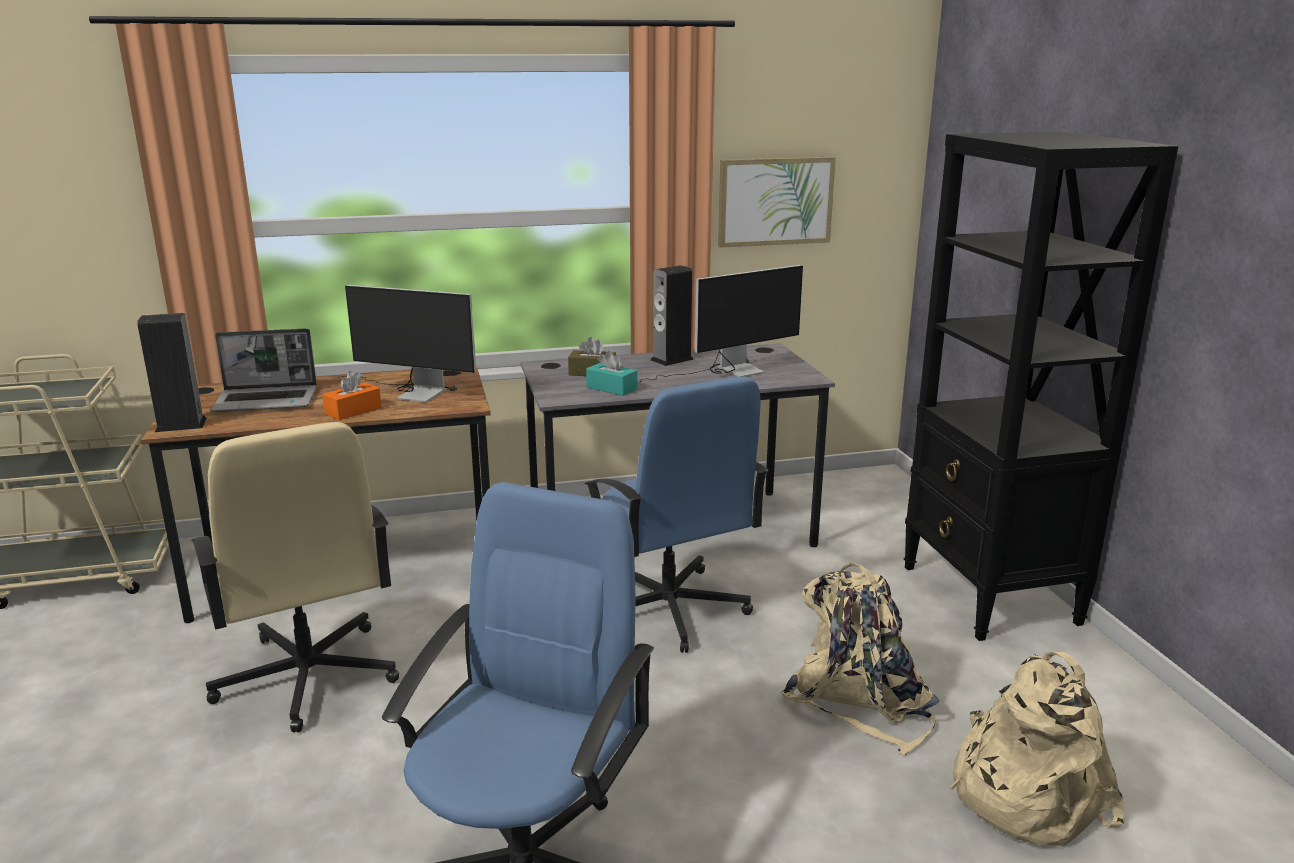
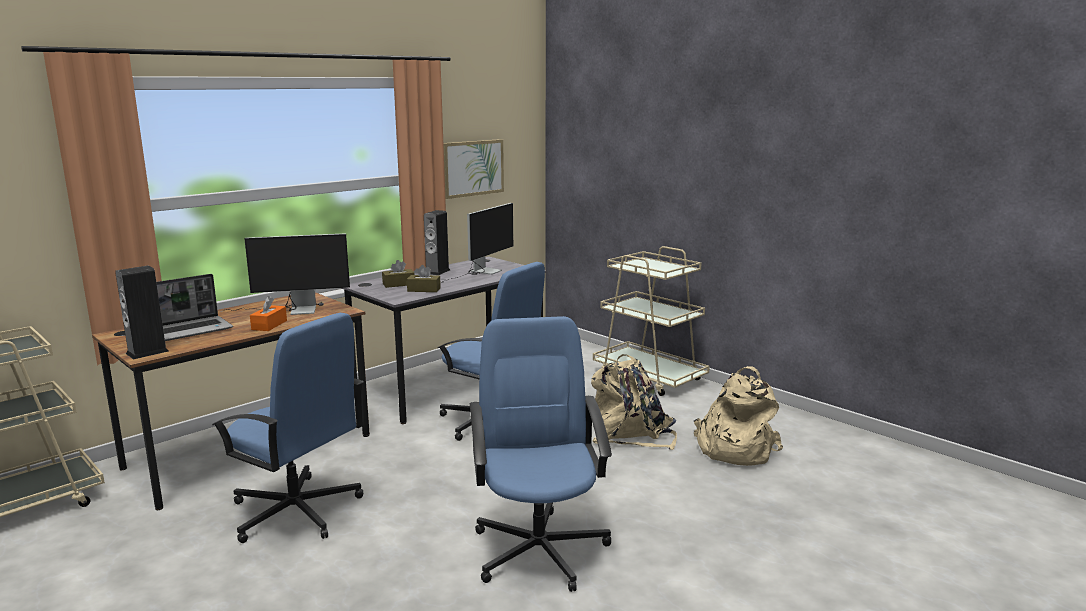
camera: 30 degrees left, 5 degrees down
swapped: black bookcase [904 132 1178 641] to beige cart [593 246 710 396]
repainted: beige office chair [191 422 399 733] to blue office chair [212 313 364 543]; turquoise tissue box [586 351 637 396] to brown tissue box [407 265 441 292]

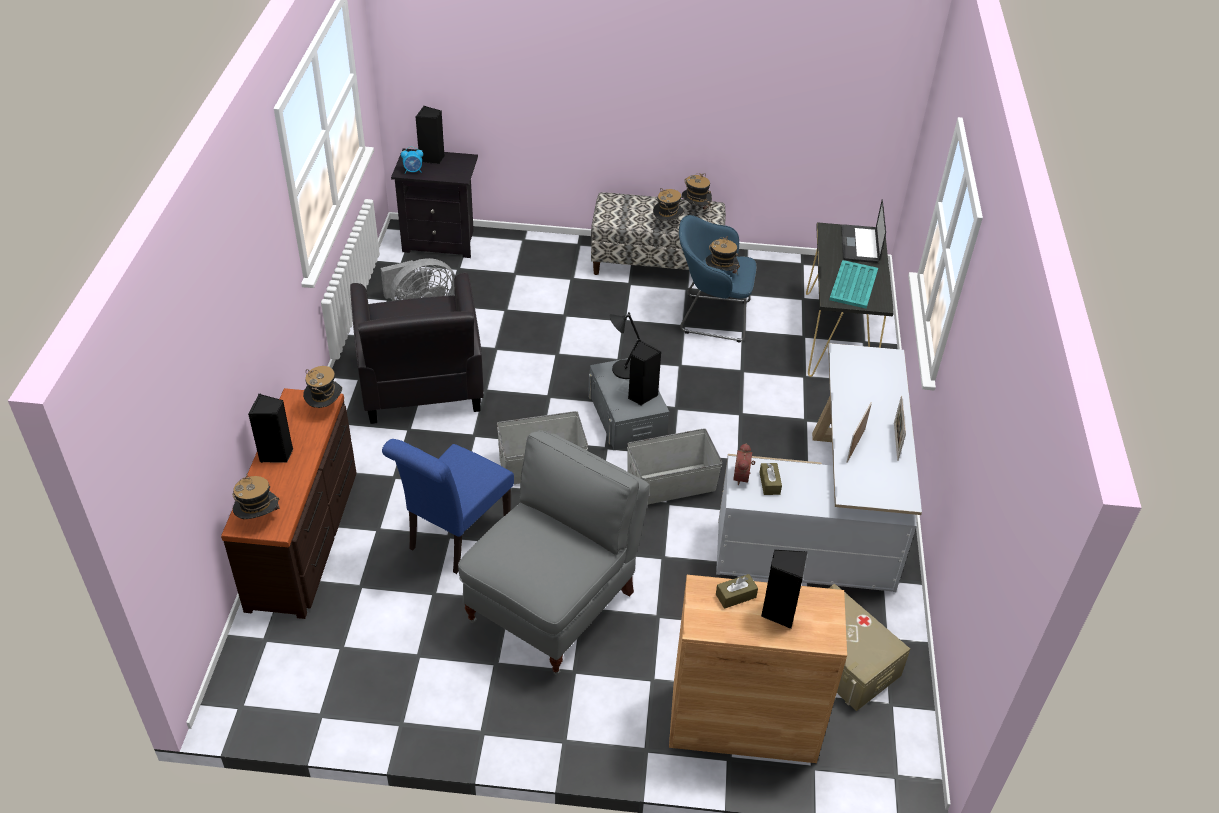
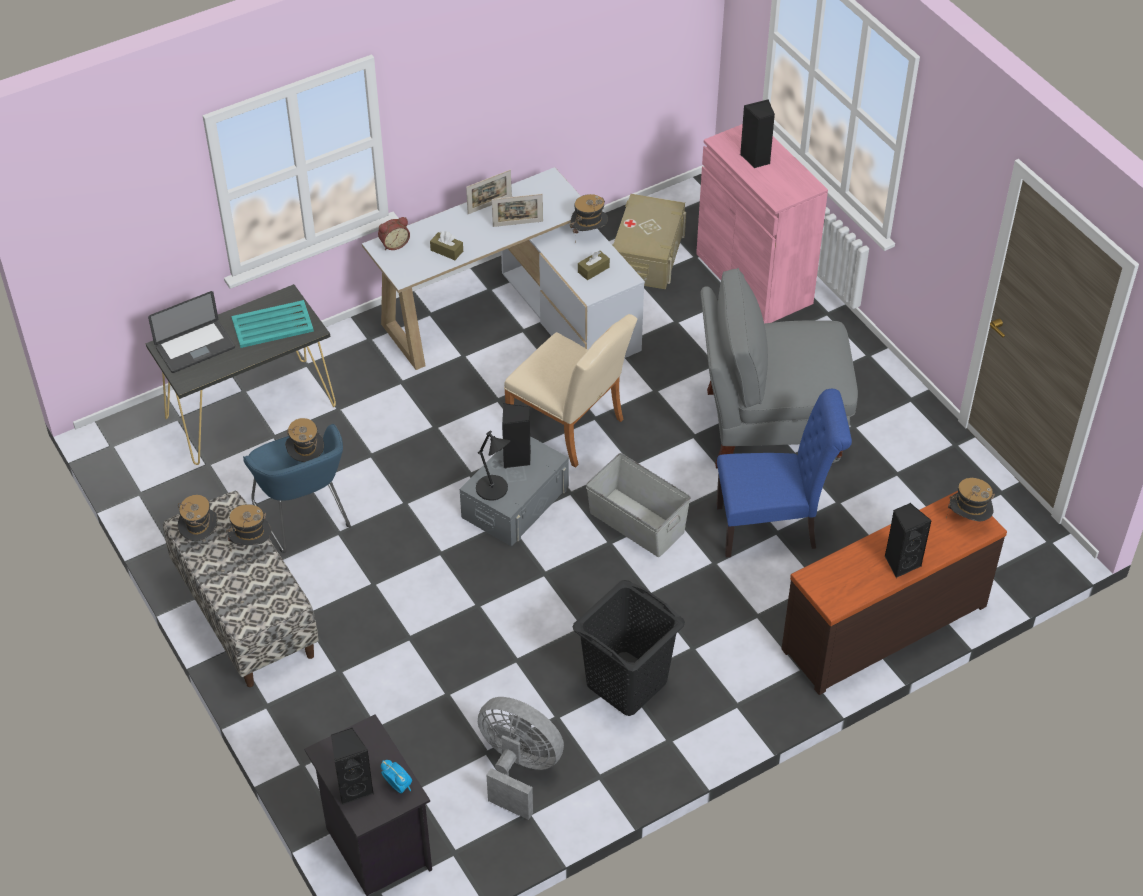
camera: 125 degrees left, 5 degrees up
shifted: alarm clock [733 443 755 486] to [378 217 410 250]; brown tissue box [716 574 758 609] to [430 231 463 260]; hat [303 366 342 408] to [570 194 608 243]
swapped: grey storage box [627 428 722 505] to beige chair [504 314 637 468]; black armchair [350 272 484 424] to black laundry basket [572 580 685 716]
repainted: brown cabinet [669 575 847 763] to pink cabinet [696 124 828 323]

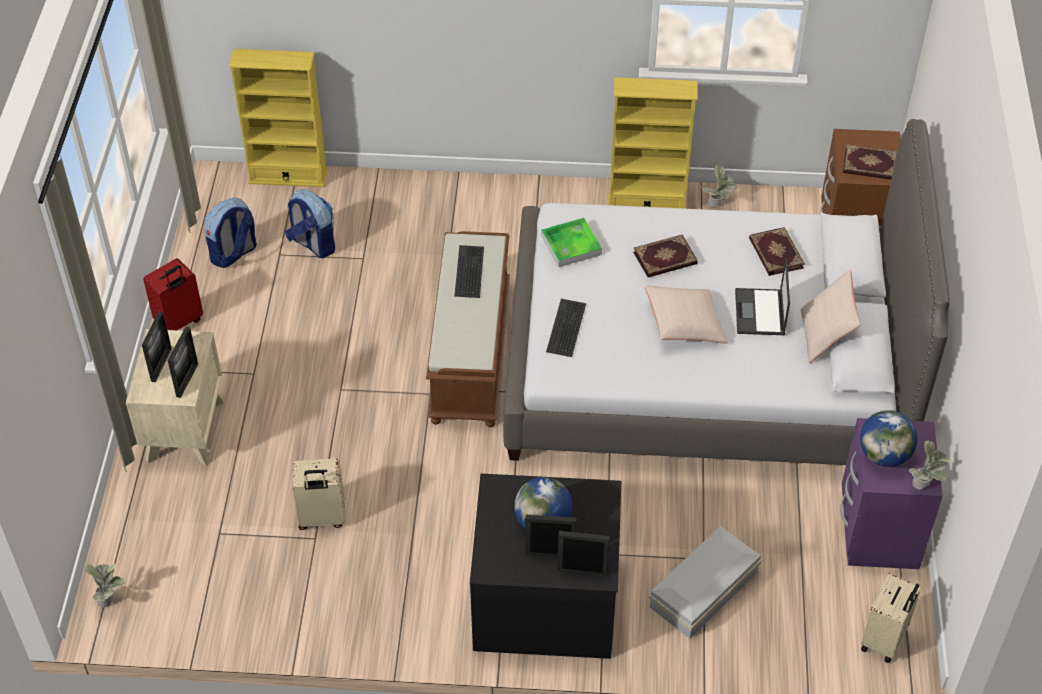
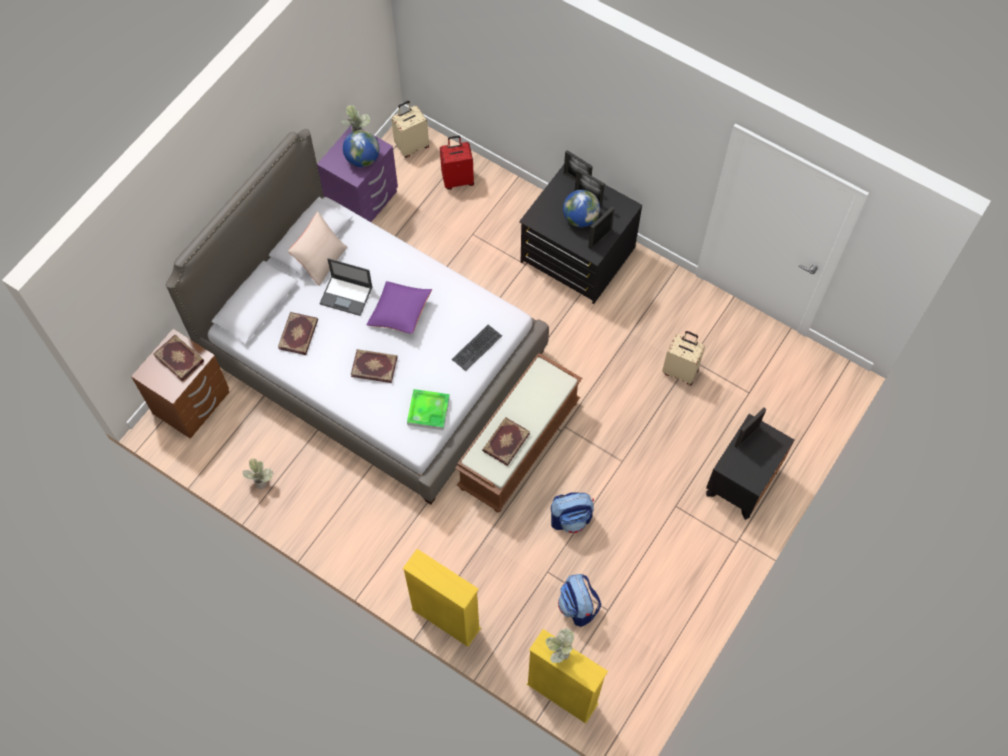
camera: 150 degrees left, 15 degrees up
gone: white storage box [649 526 761 639]
shifted: yellow bookcase [608 77 698 209] to [403 549 481 647]; red suitcase [143 258 203 330] to [440 135 474 190]; potted plant [84 563 125 608] to [546 628 574 663]; backpack [205 197 257 268] to [551 493 594 533]; picture frame [142 311 172 382] to [588 207 615 249]
swapped: keyboard [455 245 484 298] to book [482 417 530 466]
repainted: beige pillow [645 286 728 343] to purple pillow [367 281 432 334]; beige nightstand [126 329 224 466] to black nightstand [706 414 794 520]
rotated: laptop [735 258 790 335] = [319 258 372 316] 75 degrees clockwise

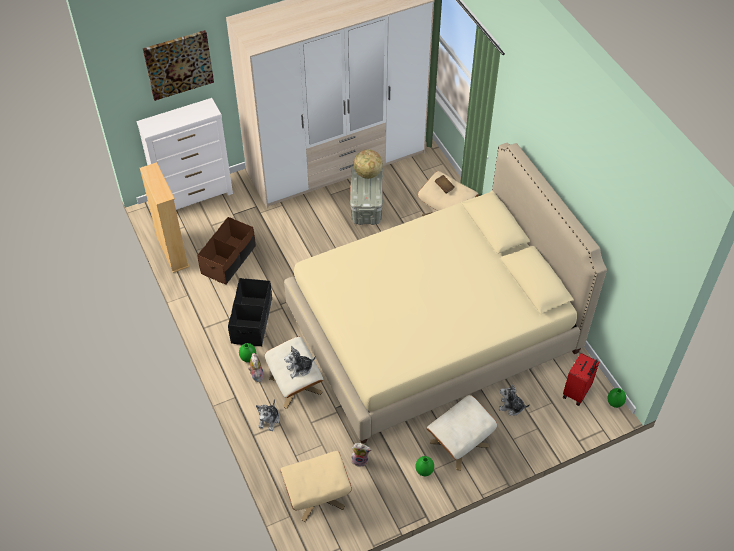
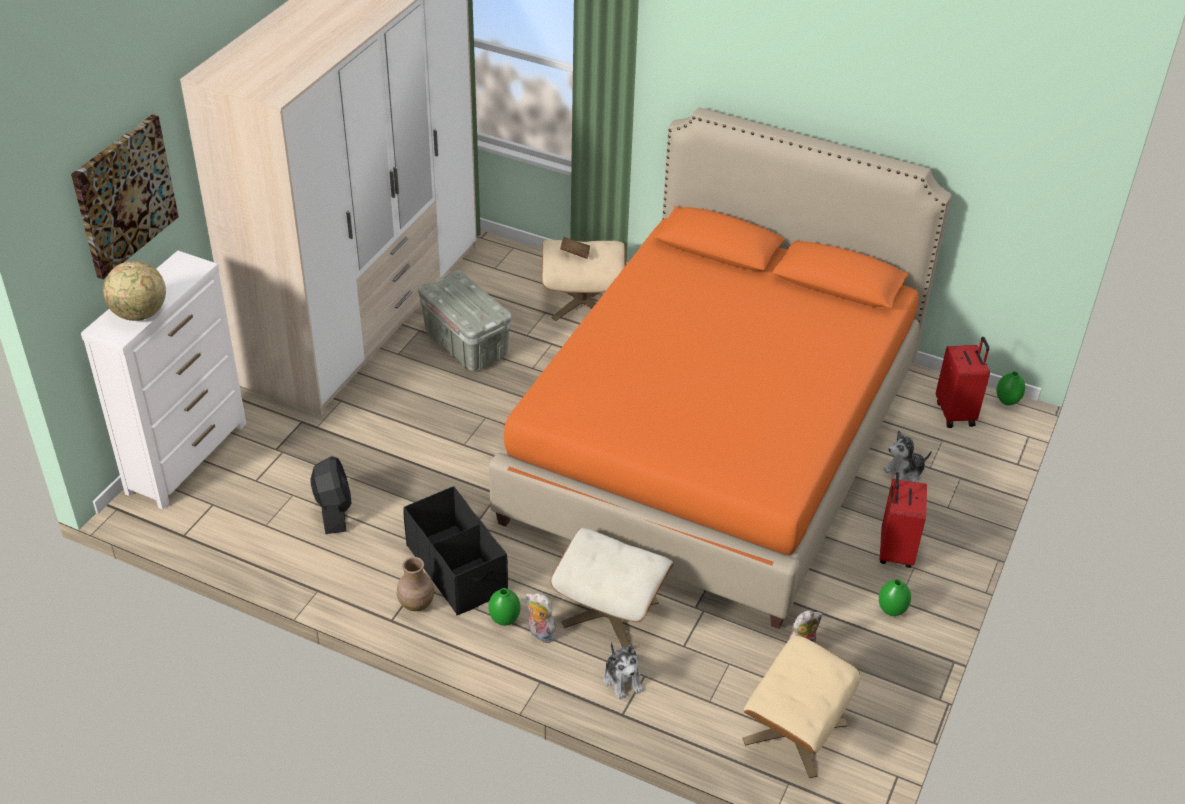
camera: 40 degrees left, 10 degrees down
gone: beige bookcase [140 162 189 273]; plush toy [284 345 316 378]
new: brown vase [397 557 434 611]
shifted: globe [353 149 383 179] to [103 261 166 321]
swapped: brown storage box [197 217 256 285] to black fan [310 456 352 534]; beige ottoman [427 395 497 470] to red suitcase [880 472 927 568]
repainted: beige bed [284 143 607 444] to orange bed [489 107 952 629]

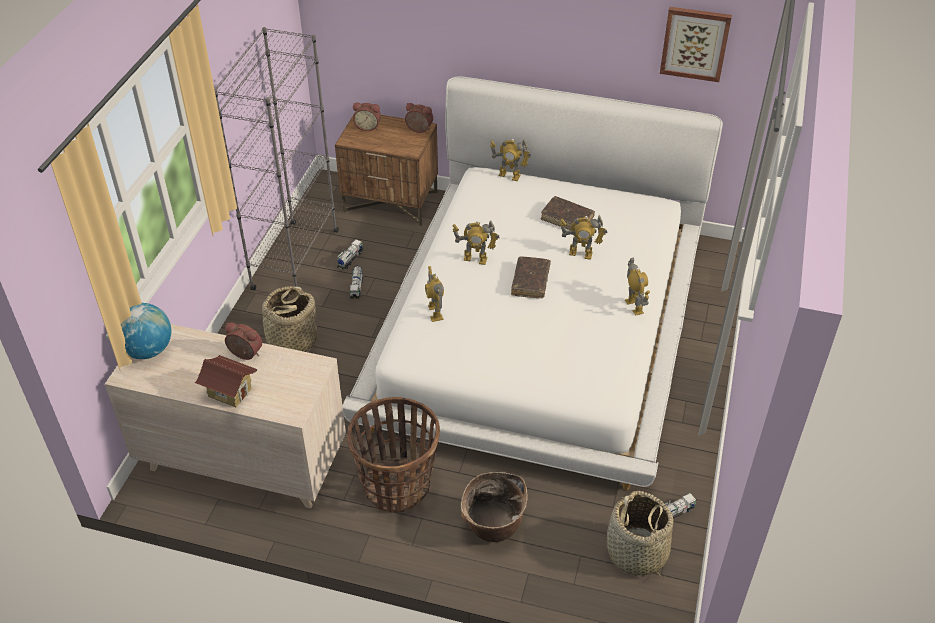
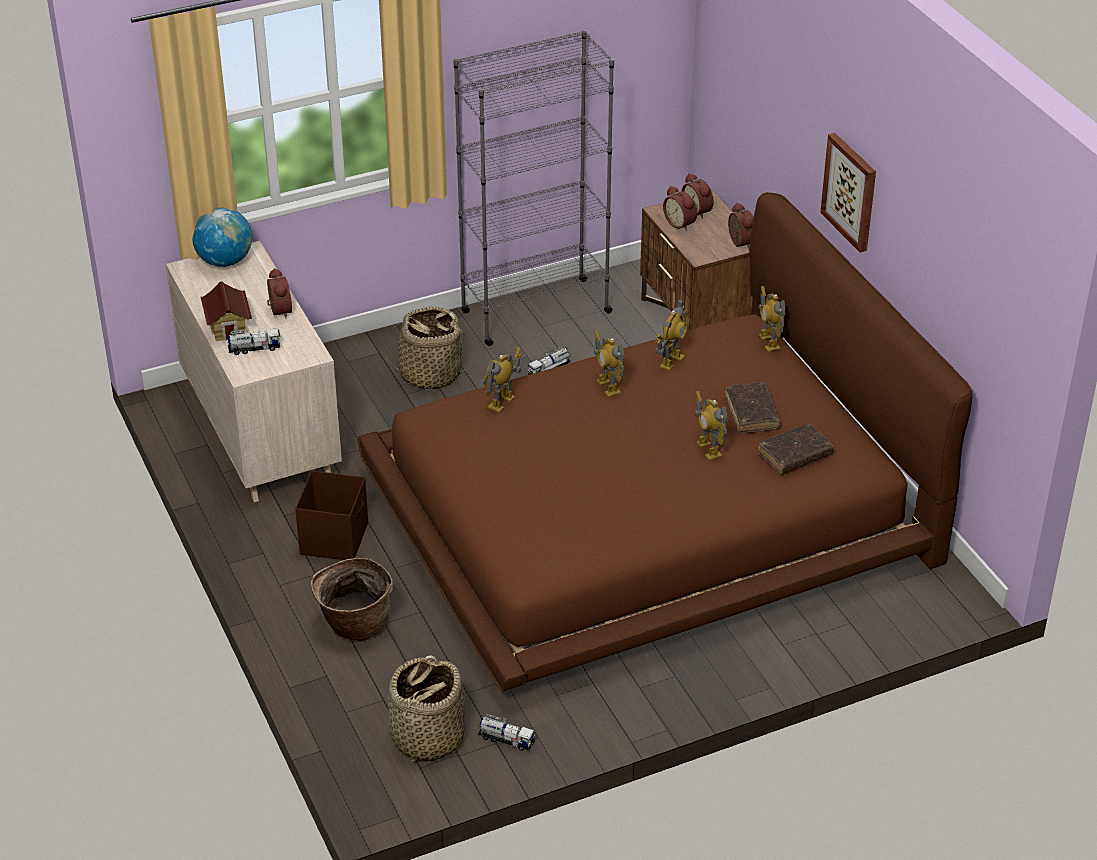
camera: 50 degrees right, 5 degrees down
new: alarm clock [663 186 697 231]
shifted: toy truck [337 240 363 270] to [228 328 280 355]; toy robot [625 257 650 316] to [656 299 689 371]; brown book [511 256 551 298] to [758 424 834 474]; picture [660 7 732 82] to [820 133 876 253]
swapped: basket [346 397 440 513] to brown storage box [295 471 368 560]
repainted: white bed [342 76 723 490] to brown bed [358 192 972 692]

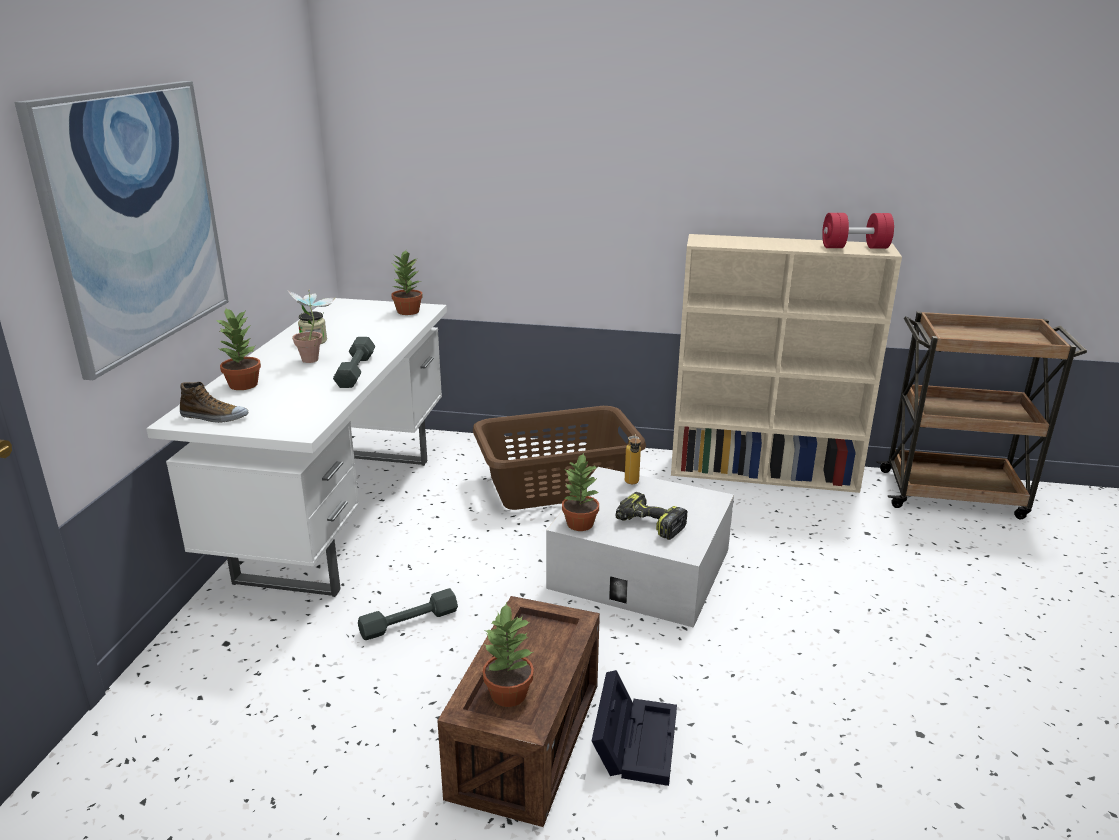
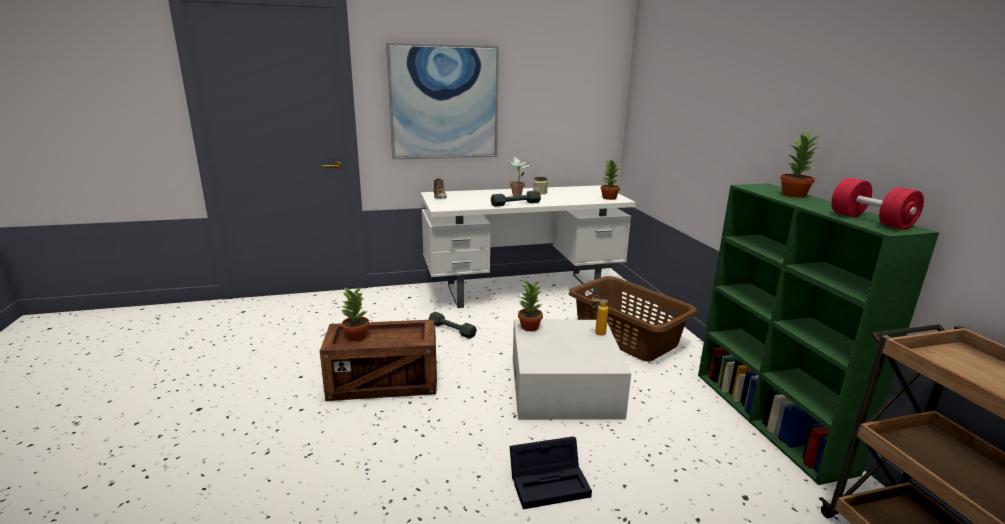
camera: 65 degrees right, 5 degrees down
gone: power drill [615 492 688 540]
shifted: black storage box [592 670 677 786] to [510 436 592 509]; potted plant [215 308 261 390] to [780 130 820 198]
repainted: beige bookcase [671 234 902 493] to green bookcase [698 183 939 485]

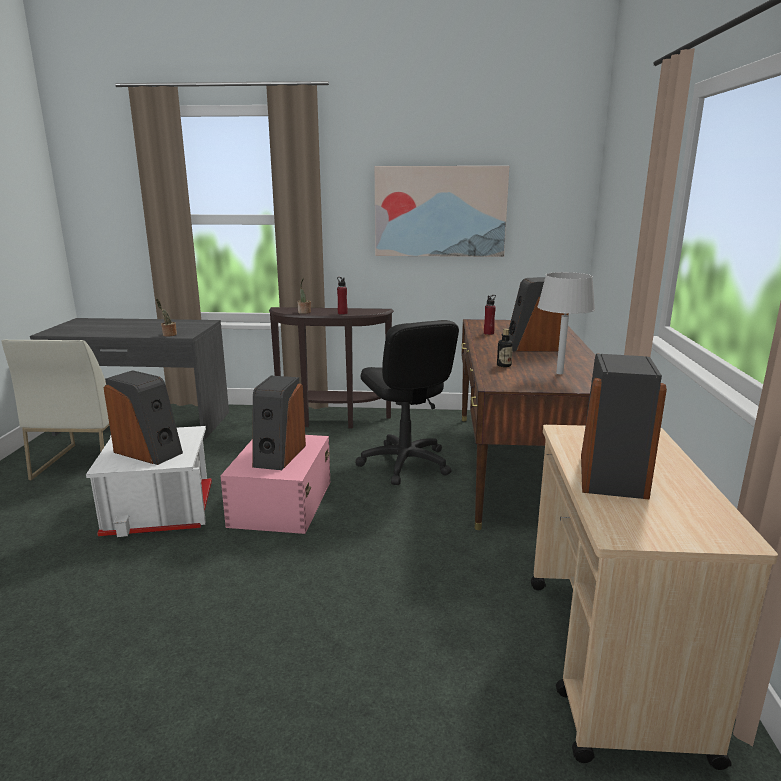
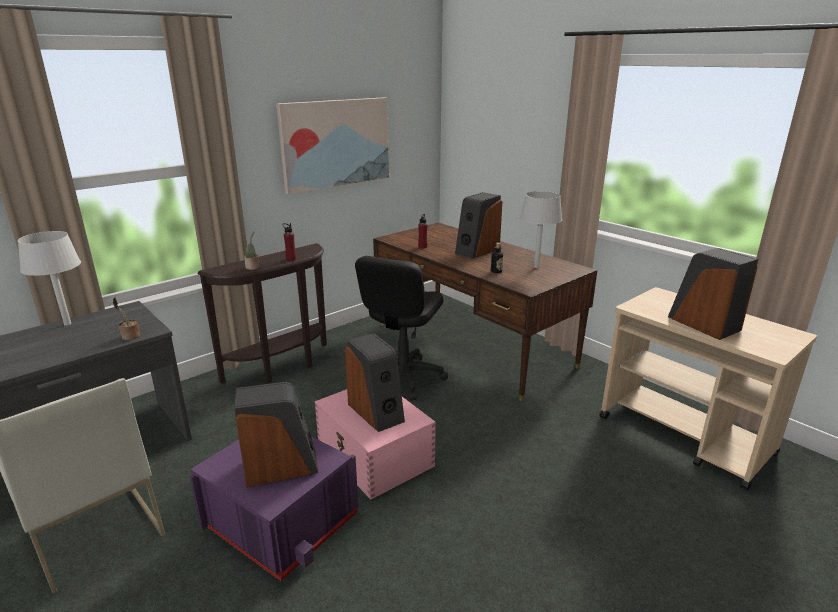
camera: 45 degrees left, 5 degrees up
new: grey table lamp [18 231 81 326]
repainted: white storage box [86 426 212 537] to purple storage box [189 436 358 581]
rotated: black office chair [356 320 459 485] = [355 256 448 400] 90 degrees clockwise

